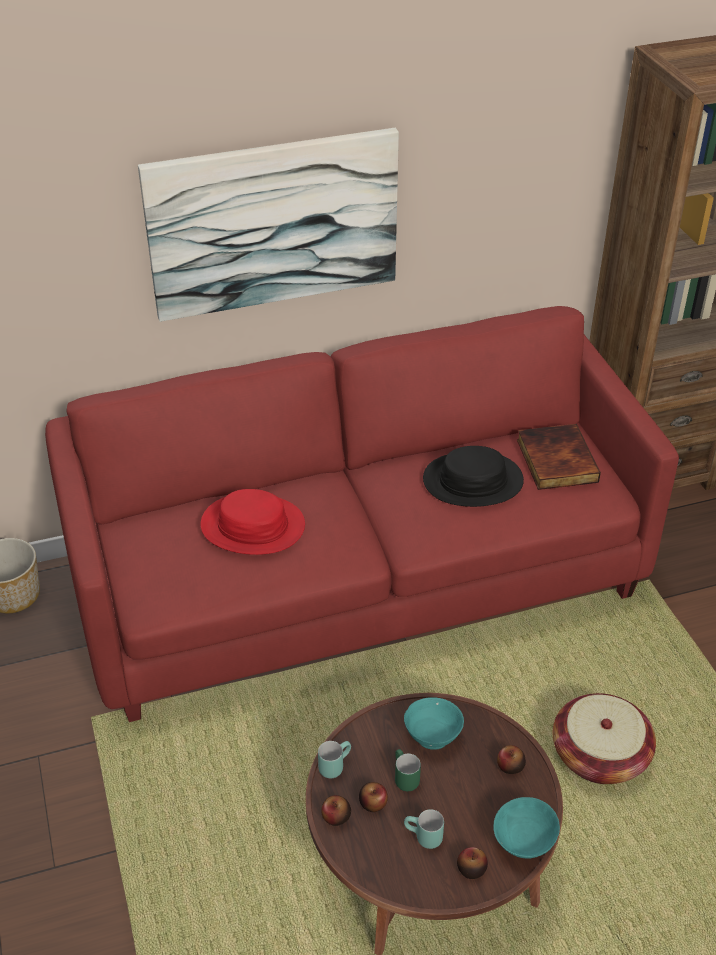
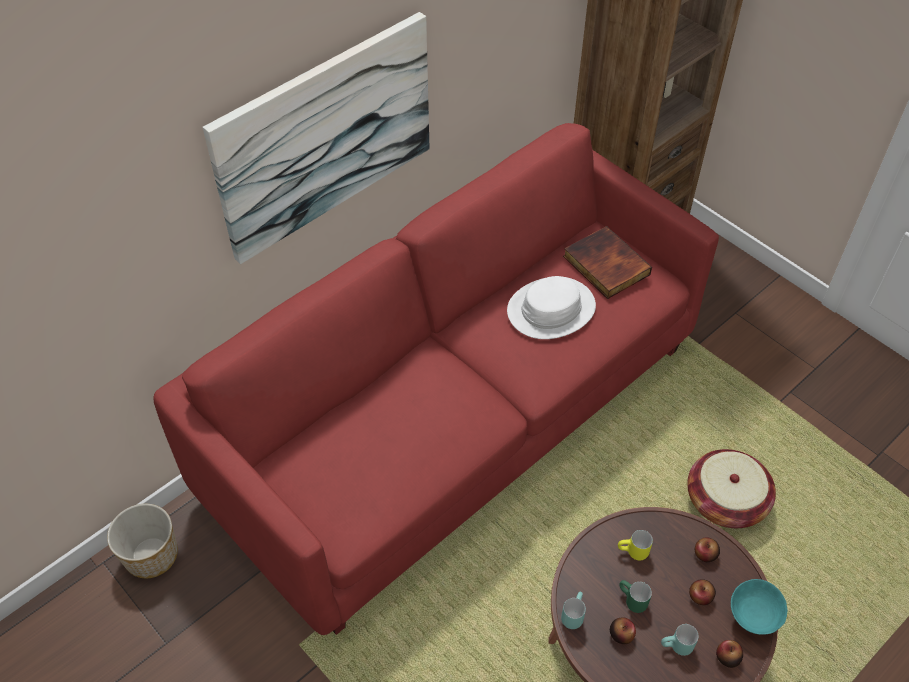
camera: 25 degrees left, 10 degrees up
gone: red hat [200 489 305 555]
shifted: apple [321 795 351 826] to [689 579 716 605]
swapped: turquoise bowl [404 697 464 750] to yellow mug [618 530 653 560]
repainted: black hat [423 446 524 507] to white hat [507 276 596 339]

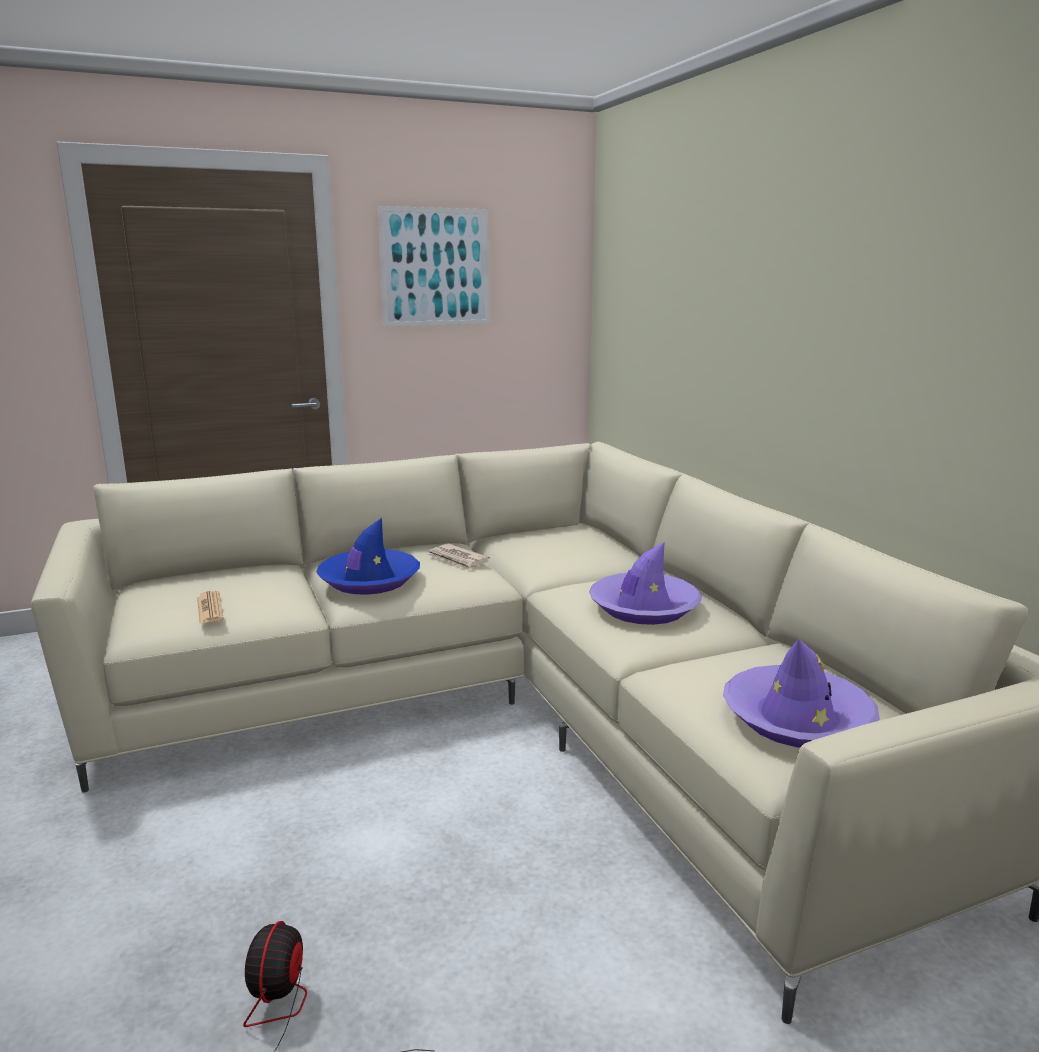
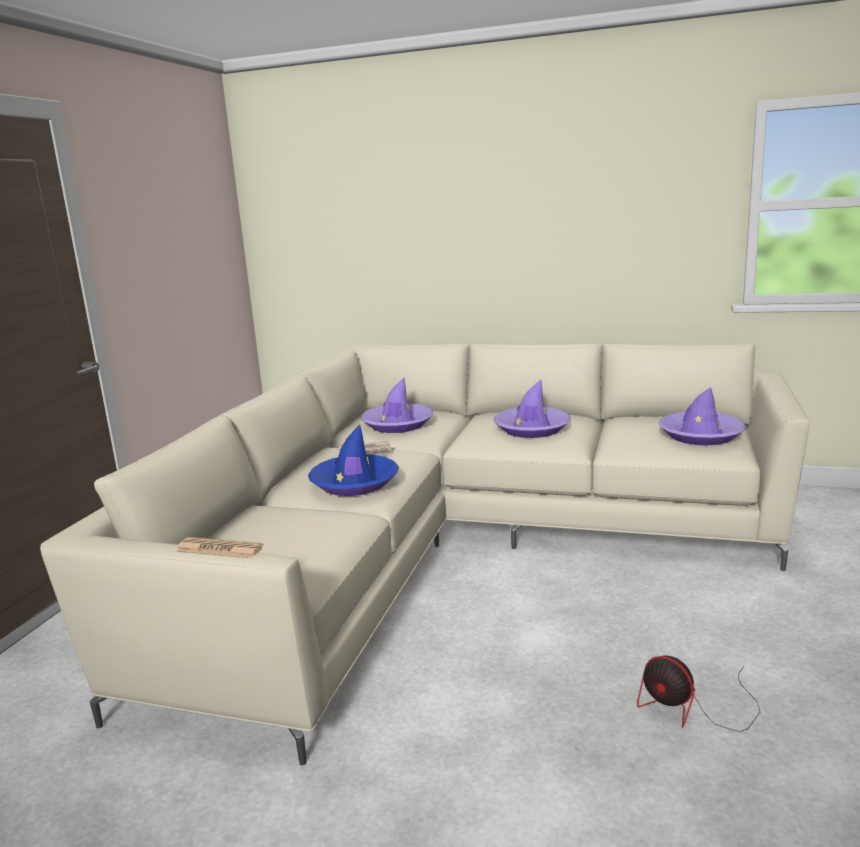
camera: 50 degrees left, 0 degrees up
gone: picture [378 206 489 327]
new: purple hat [361 377 433 433]
shifted: newspaper [197 591 224 624] to [176 537 264 559]

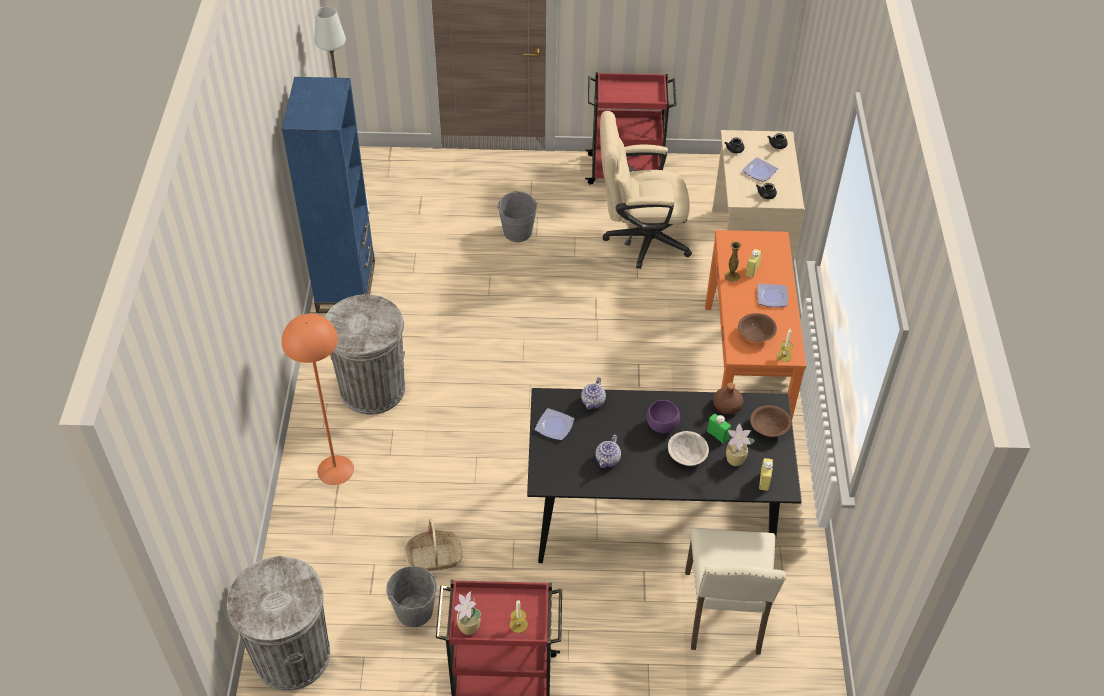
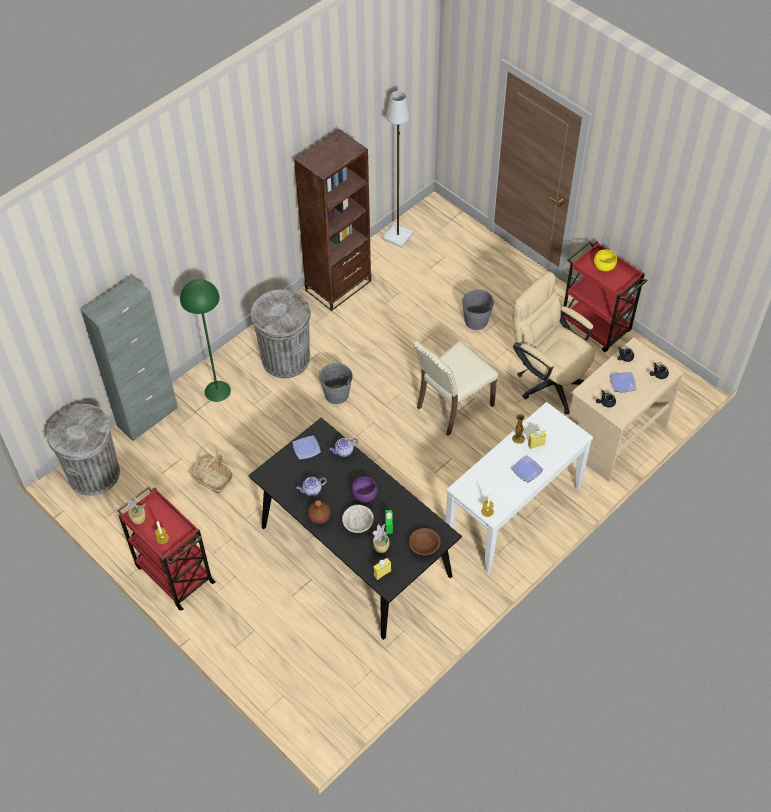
camera: 45 degrees right, 5 degrees up
gone: brown bowl [738 313 777 342]
new: grey cabinet [81 276 178 441]; yellow bowl [594 249 617 271]
shifted: brown bottle [713 382 743 414] to [307 500 331 524]; grey bucket [386 566 437 627] to [319 363 353 404]; beige chair [685 528 786 655] to [413 341 498 436]
repainted: orange floor lamp [282 314 354 485] to green floor lamp [180 279 231 402]; blue bookcase [282 77 375 313] to brown bookcase [294 129 371 311]; orange console table [705 230 806 419] to white console table [445 402 593 574]

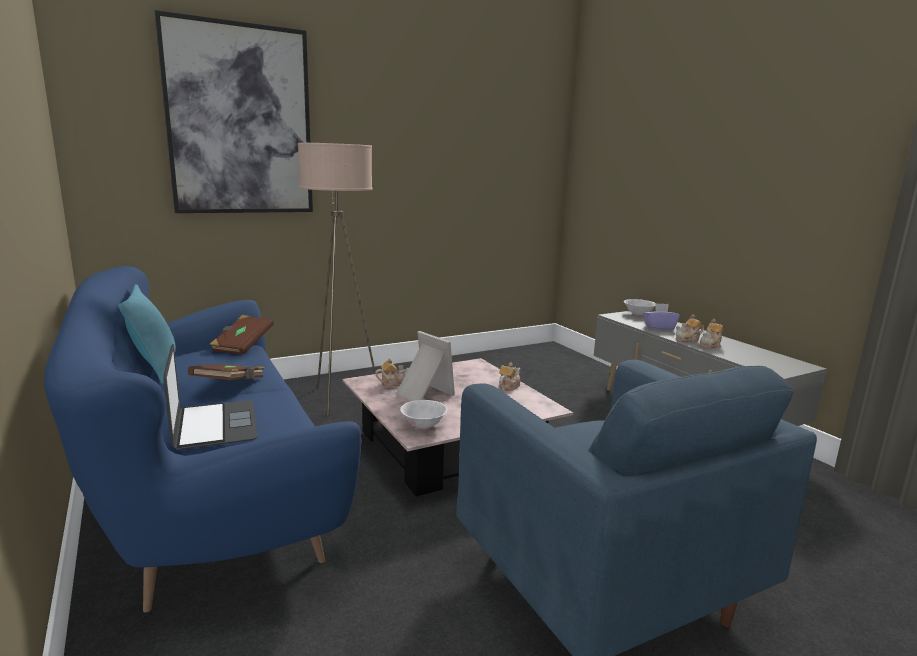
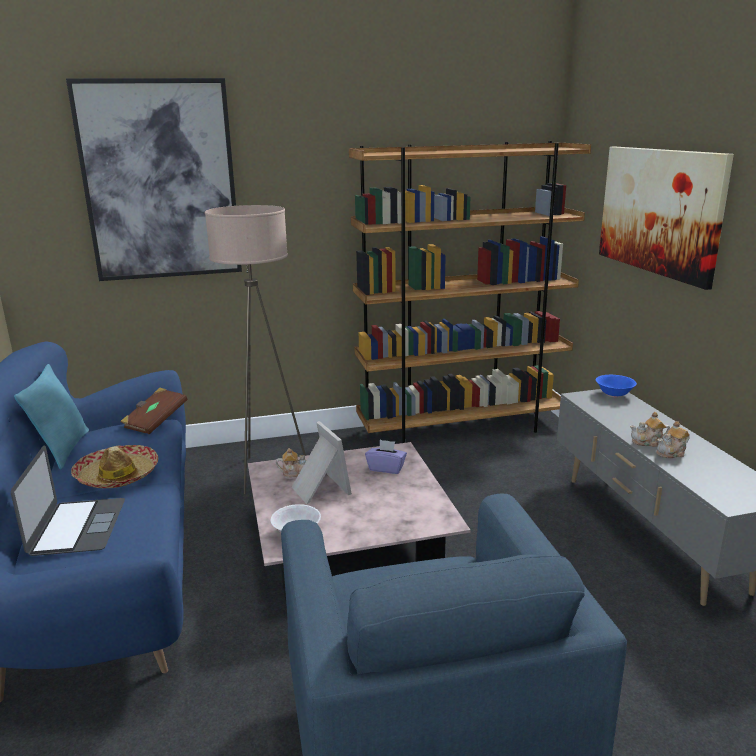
camera: 15 degrees right, 5 degrees up
gone: teapot [499 363 520 391]
new: brown bookcase [349 141 591 443]; picture [599 147 734 290]
shifted: purple tissue box [644 303 680 330] to [365 440 407 474]
swapped: brown book [188 364 265 380] to hat [71 445 158 488]
repainted: white bowl [624 299 655 316] to blue bowl [596 375 637 398]

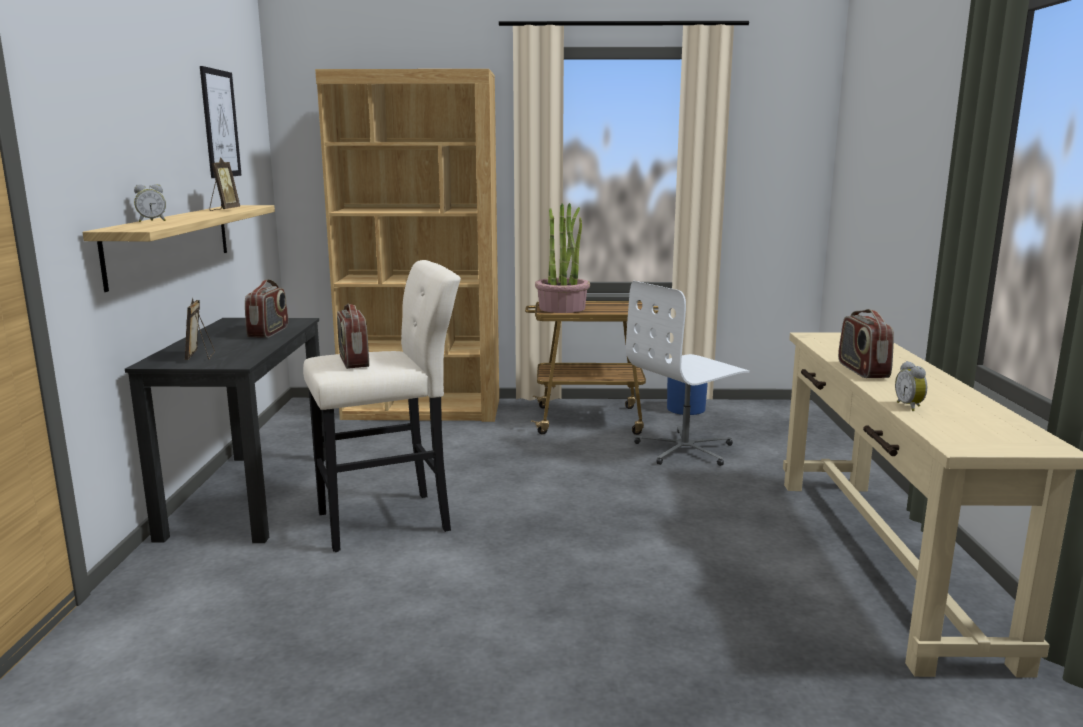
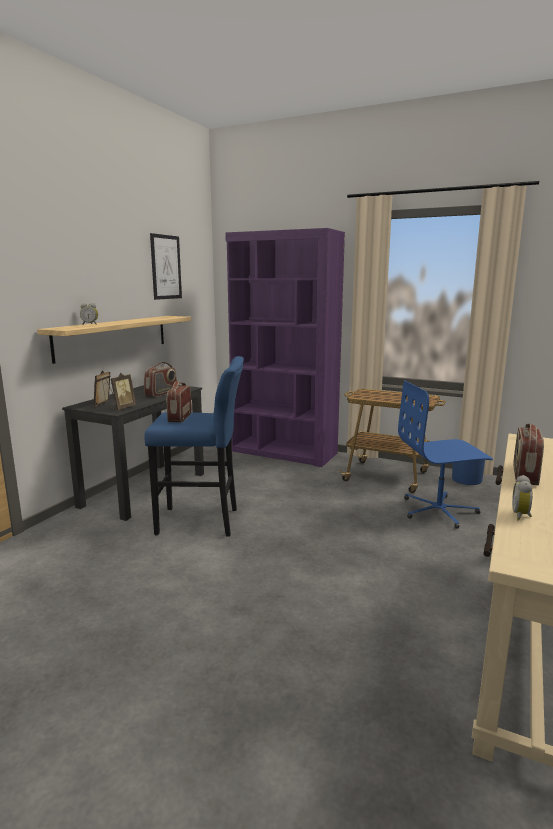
camera: 25 degrees right, 0 degrees up
gone: potted plant [535 203 590 313]
shifted: picture frame [210 157 240 211] to [111 373 136 410]
repainted: beige stool [303 260 461 552] to blue stool [144 356 244 537]; brown bookcase [315 69 499 422] to purple bookcase [225 228 345 467]; white office chair [626 281 749 466] to blue office chair [398 381 493 529]

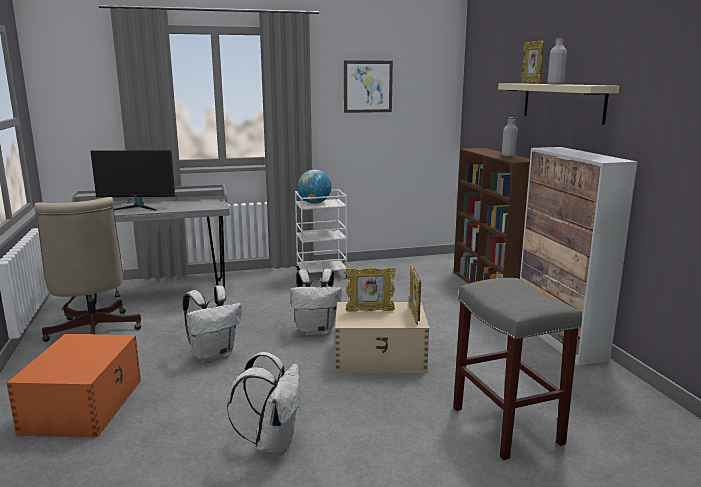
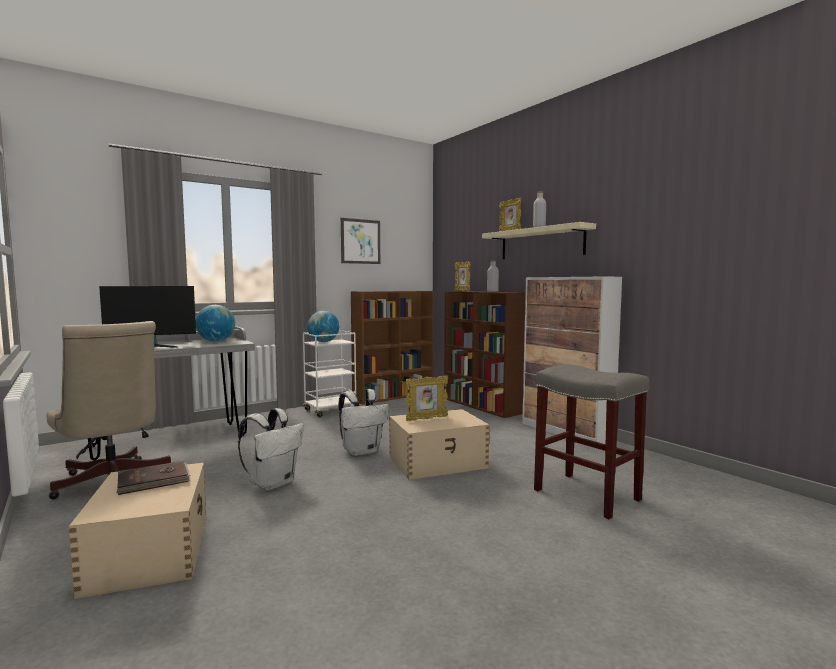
camera: 20 degrees left, 10 degrees down
gone: white backpack [227 352 300 456]
new: brown book [117 461 190 495]; globe [196 305 235 342]; brown bookcase [351 291 434 405]
shifted: picture frame [409 264 421 325] to [455 261 470 291]
repainted: orange storage box [6 334 141 437] to beige storage box [69 463 207 599]

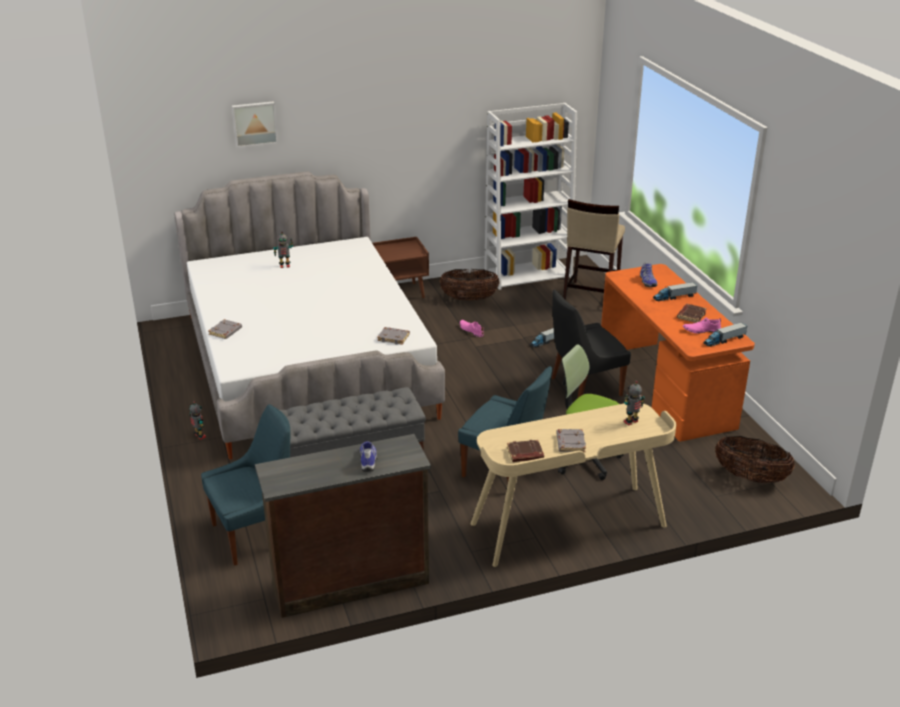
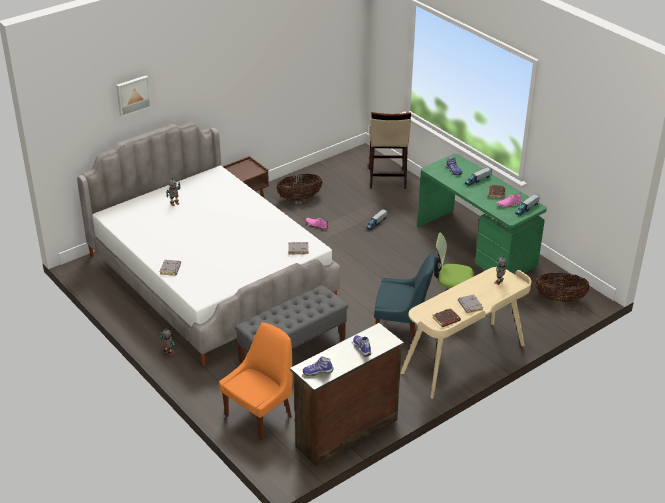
camera: 20 degrees left, 5 degrees up
gone: white bookcase [484 103 577 290]; black chair [552 289 631 398]
new: shoe [303 357 333 376]
repainted: blue chair [201 404 290 566] to orange chair [219 322 292 440]; orange desk [601 264 755 442] to green desk [417 154 547 274]

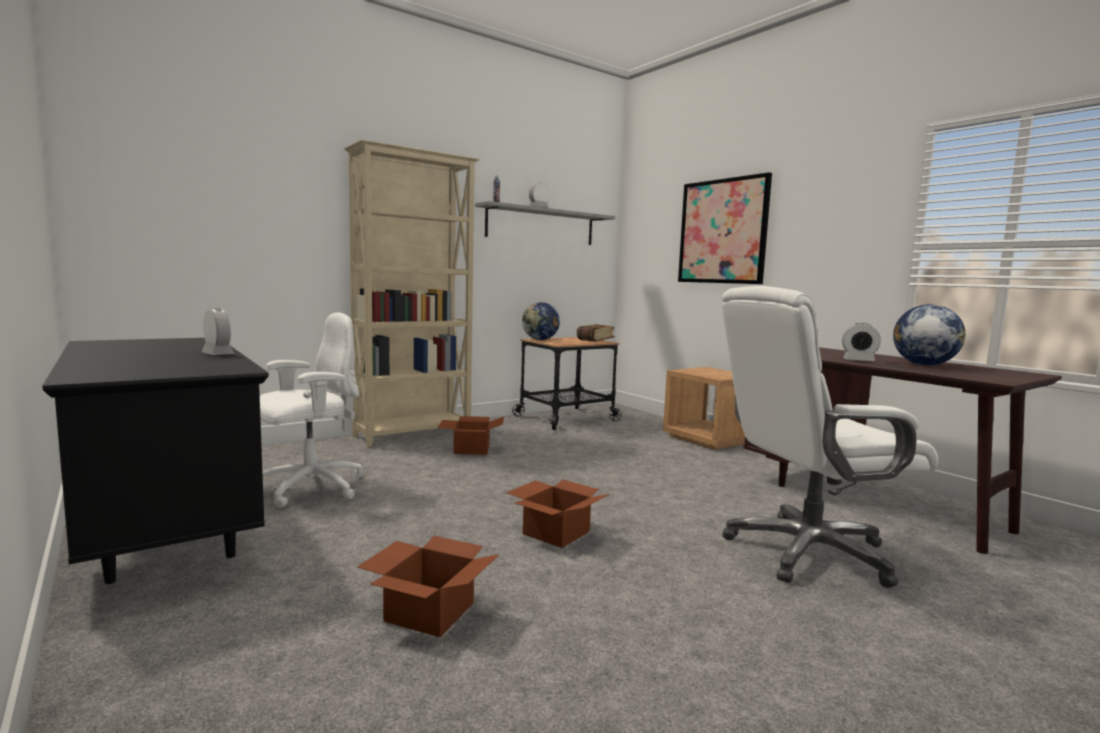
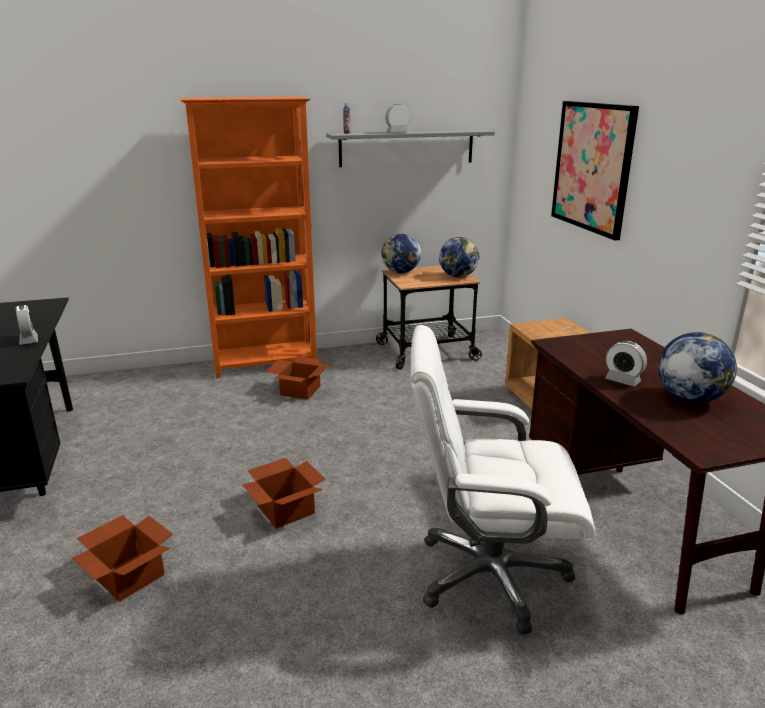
camera: 20 degrees right, 15 degrees up
gone: white office chair [260 312 363 508]
swapped: book [577 324 615 342] to globe [439 237 479 277]
repainted: beige bookcase [344 139 480 447] to orange bookcase [181 97 317 379]

